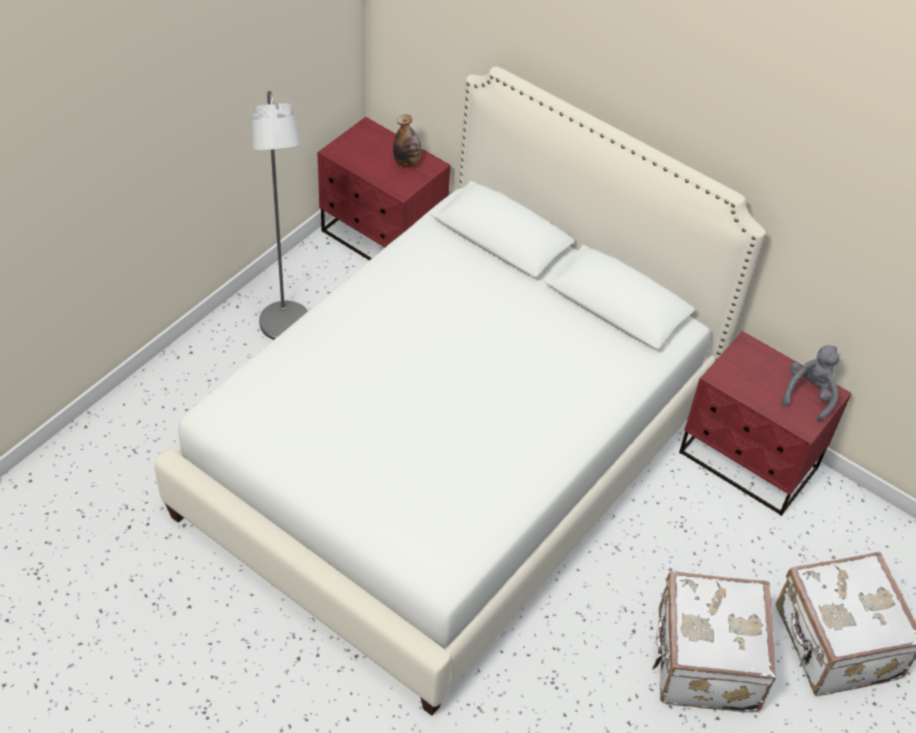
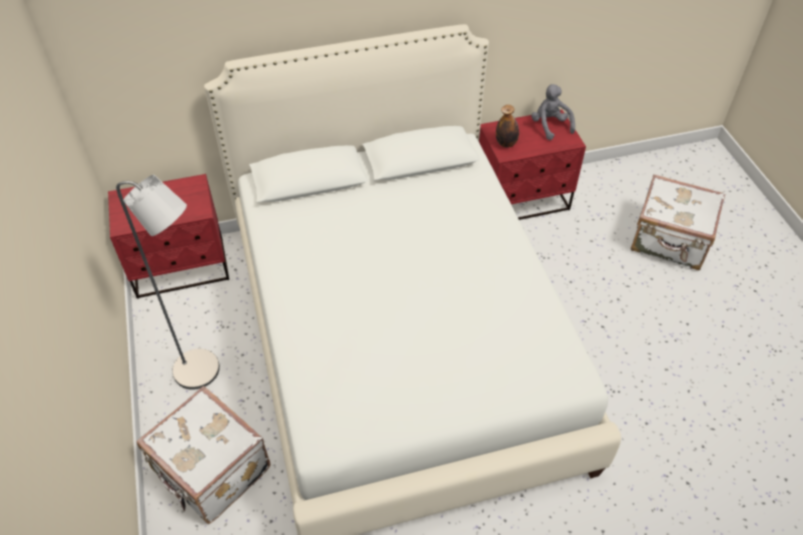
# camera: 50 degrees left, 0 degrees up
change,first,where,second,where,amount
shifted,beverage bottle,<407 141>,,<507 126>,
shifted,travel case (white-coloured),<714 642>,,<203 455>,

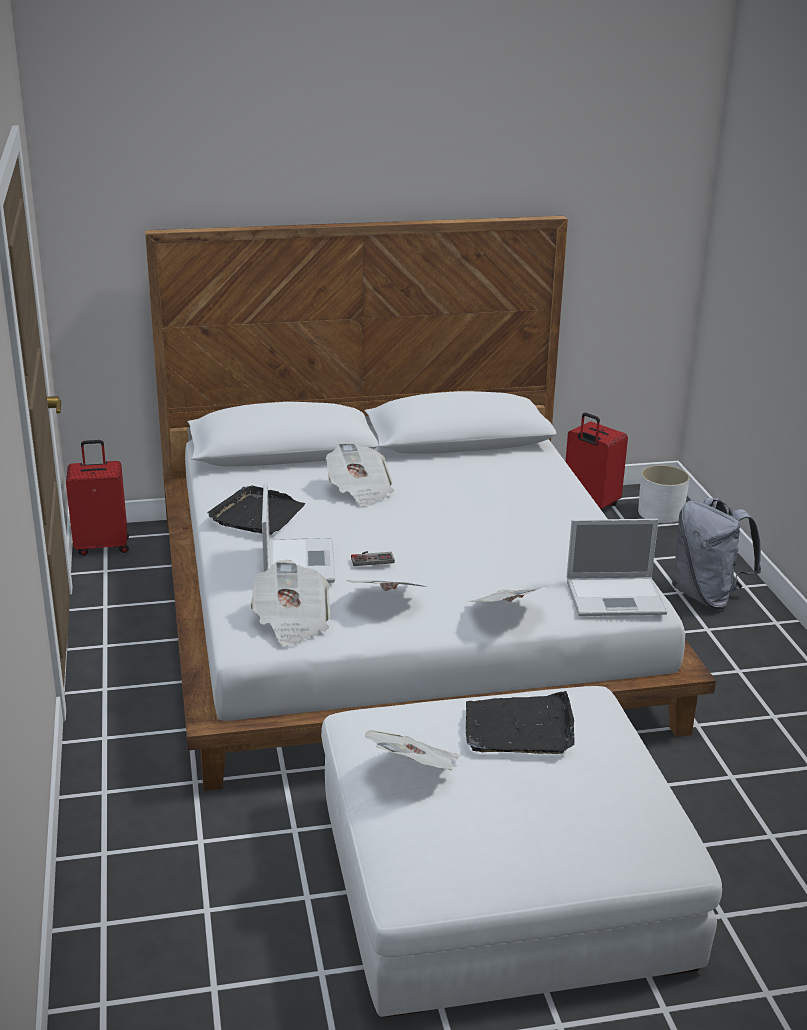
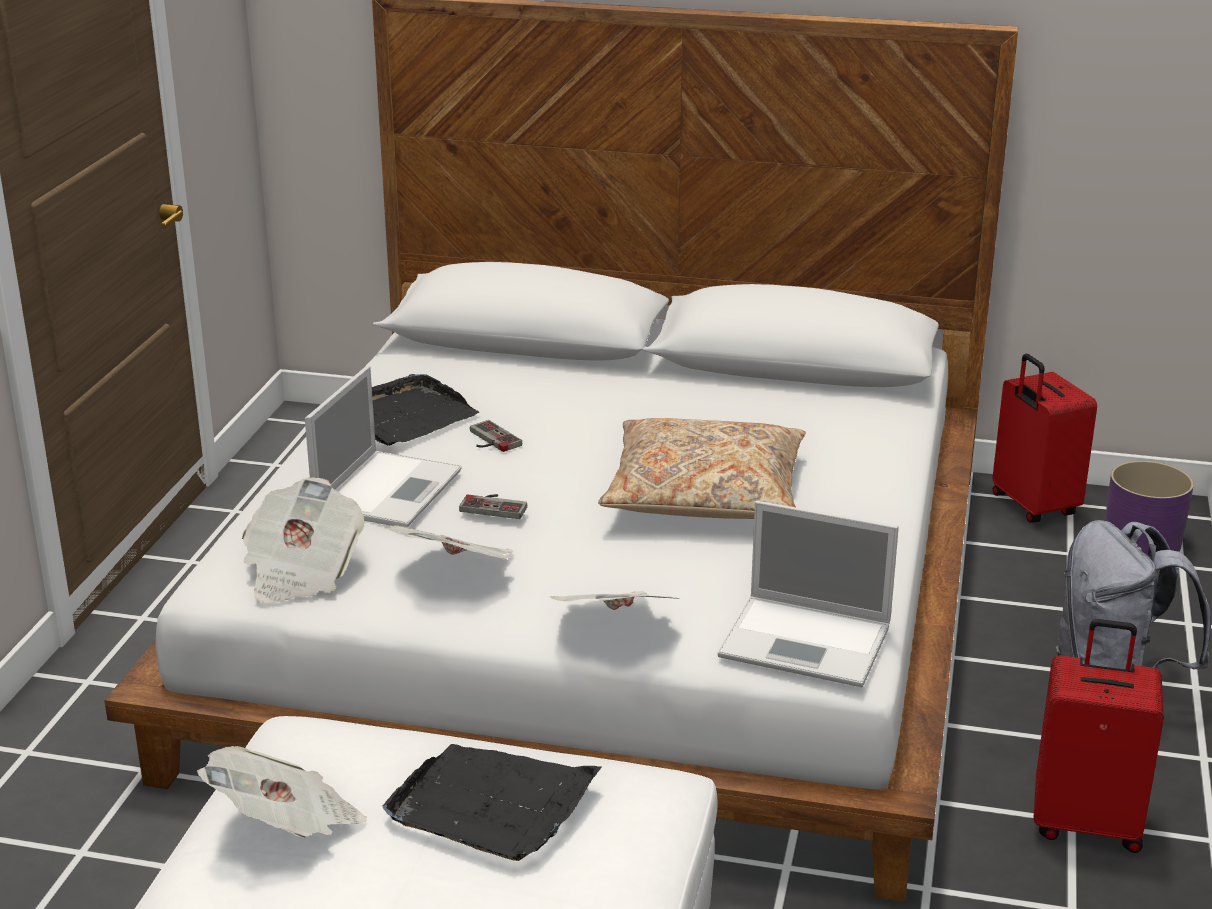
# camera: 25 degrees right, 0 degrees up
change,first,where,second,where,amount
shifted,travel case (red-coloured),<97 498>,,<1098 736>,
gone,newspaper,<360 474>,,,
repainted,plant pot (white-coloured),<664 494>,plant pot (purplish),<1149 507>,
new,,,throw pillow (sand-coloured),<701 468>,
new,,,gamepad,<496 436>,

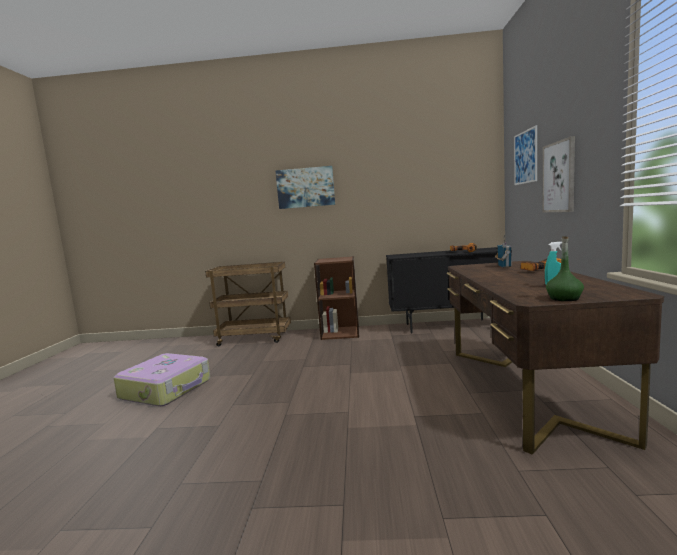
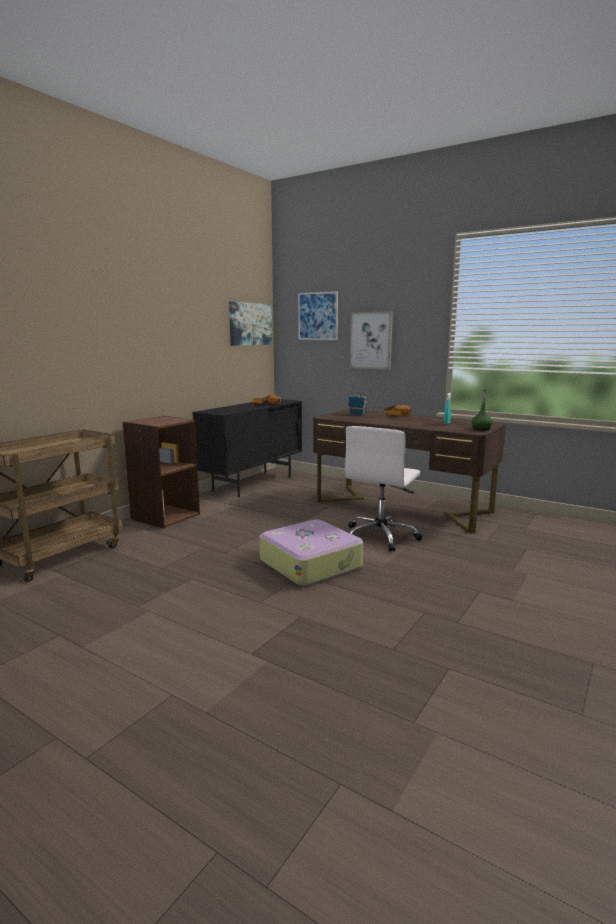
# camera: 60 degrees left, 5 degrees up
change,first,where,second,where,amount
shifted,wall art,<305 187>,,<250 324>,
shifted,travel case,<161 379>,,<311 552>,
new,,,computer chair (white-coloured),<383 488>,

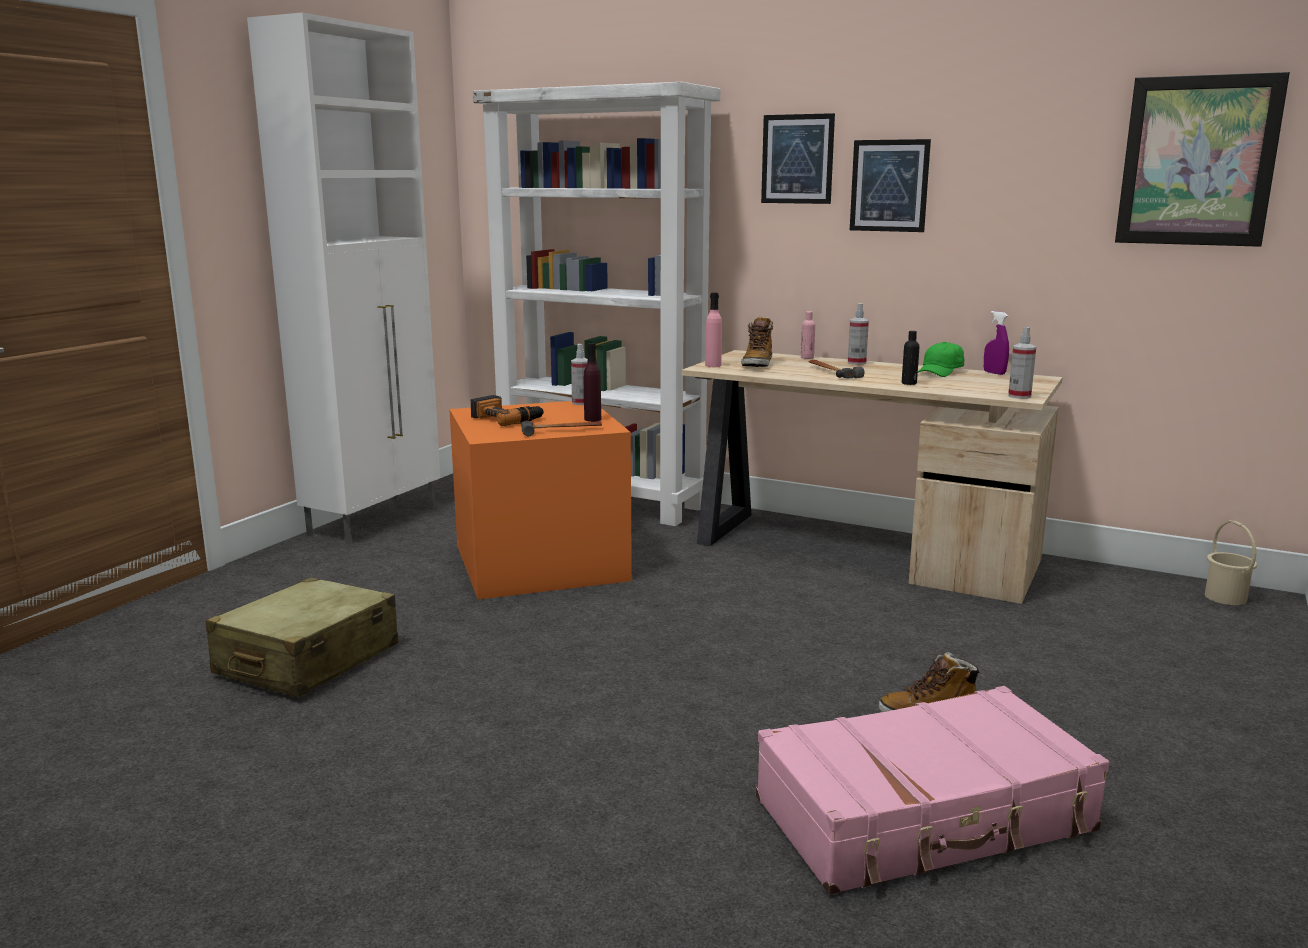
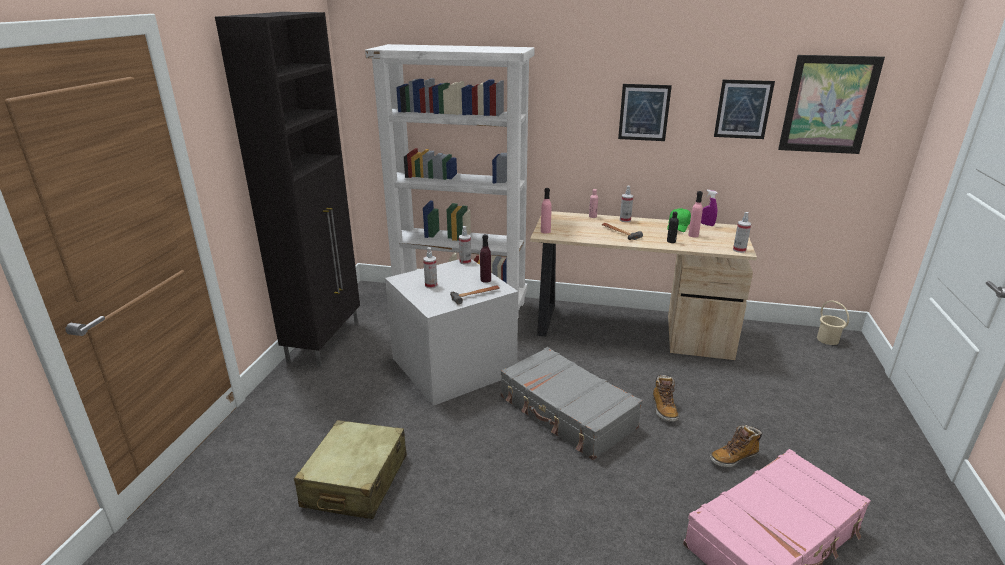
# camera: 15 degrees left, 10 degrees up
change,first,where,second,where,amount
repainted,cabinet (white-coloured),<343 278>,cabinet (blackish),<287 189>,
shifted,wall art,<798 158>,,<744 109>,
shifted,tall boot,<757 341>,,<666 398>,
swapped,drill,<507 410>,spray bottle,<430 268>,
repainted,storage container (orangey),<540 500>,storage container (gray),<451 332>,
new,,,beverage bottle (pink-coloured),<695 214>,
new,,,travel case (gray),<571 403>,

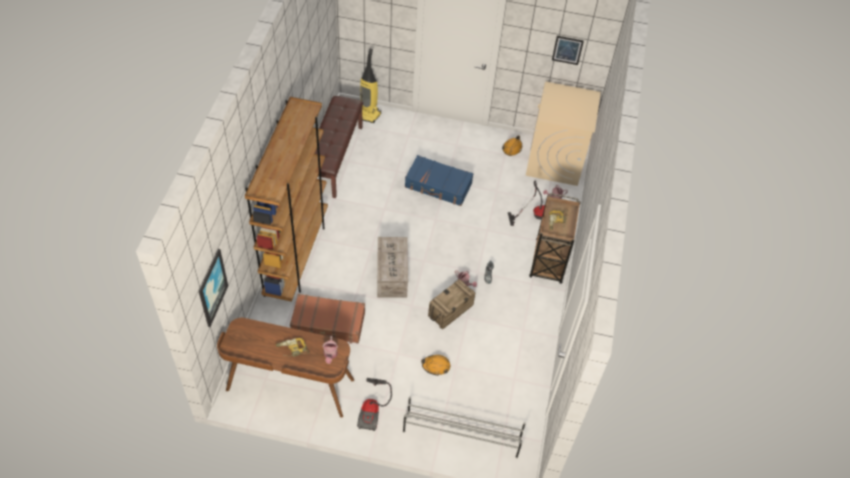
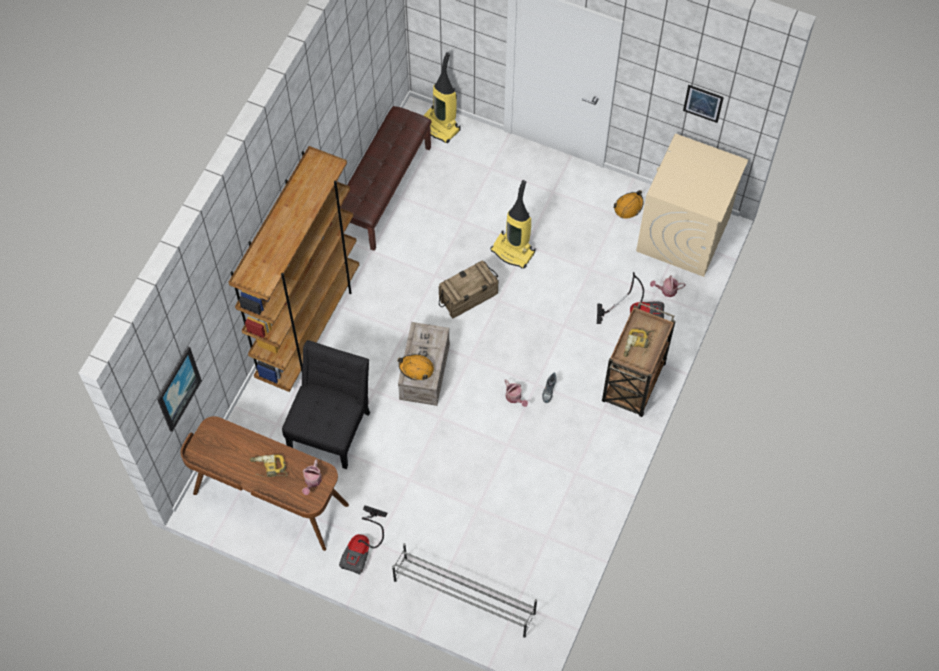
# camera: 15 degrees right, 10 degrees up
change,first,where,second,where,amount
swapped,travel case (blue-coloured),<439 180>,hoover,<513 224>,
shifted,shipping crate,<451 304>,,<468 289>,
swapped,travel case (brown-coloured),<327 319>,upright chair (blackish),<326 404>,
shifted,safety helmet (orangey),<435 365>,,<416 368>,

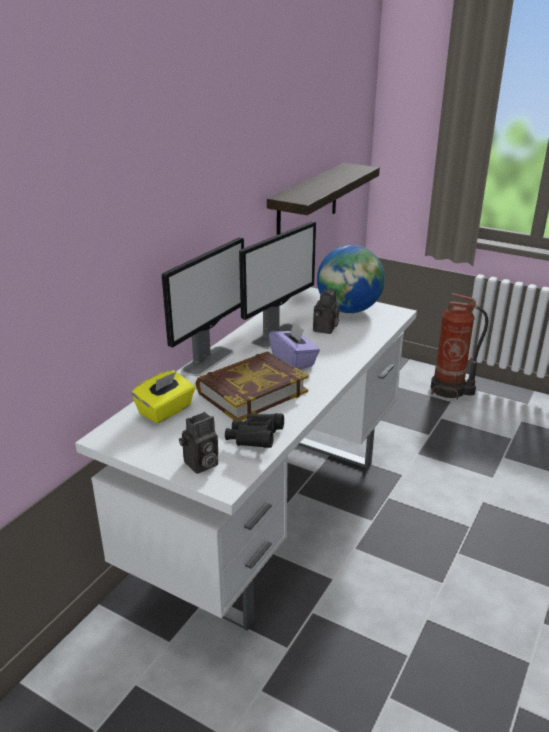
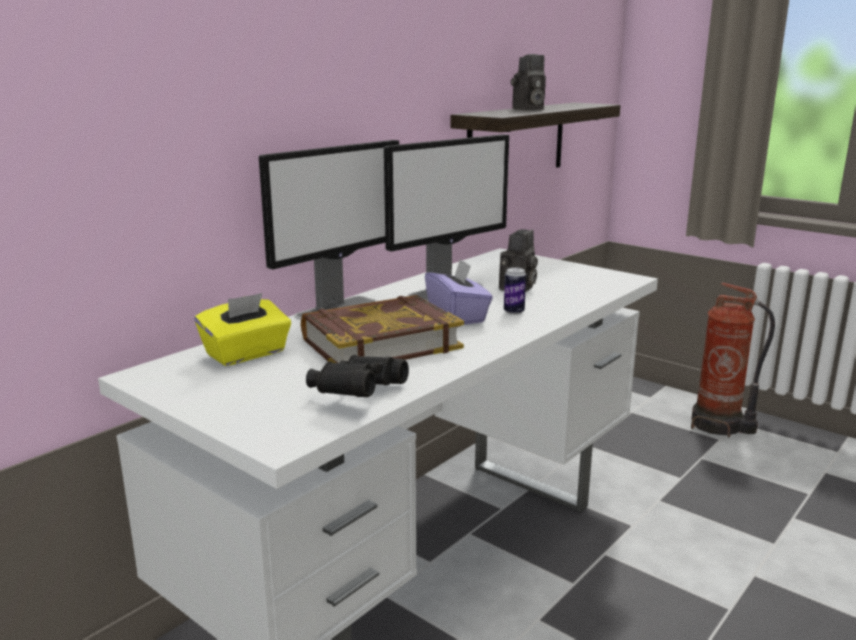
# camera: 10 degrees right, 10 degrees down
change,first,where,second,where,amount
gone,world globe,<351 279>,,,
shifted,photo camera,<198 443>,,<528 82>,
new,,,can,<515 291>,

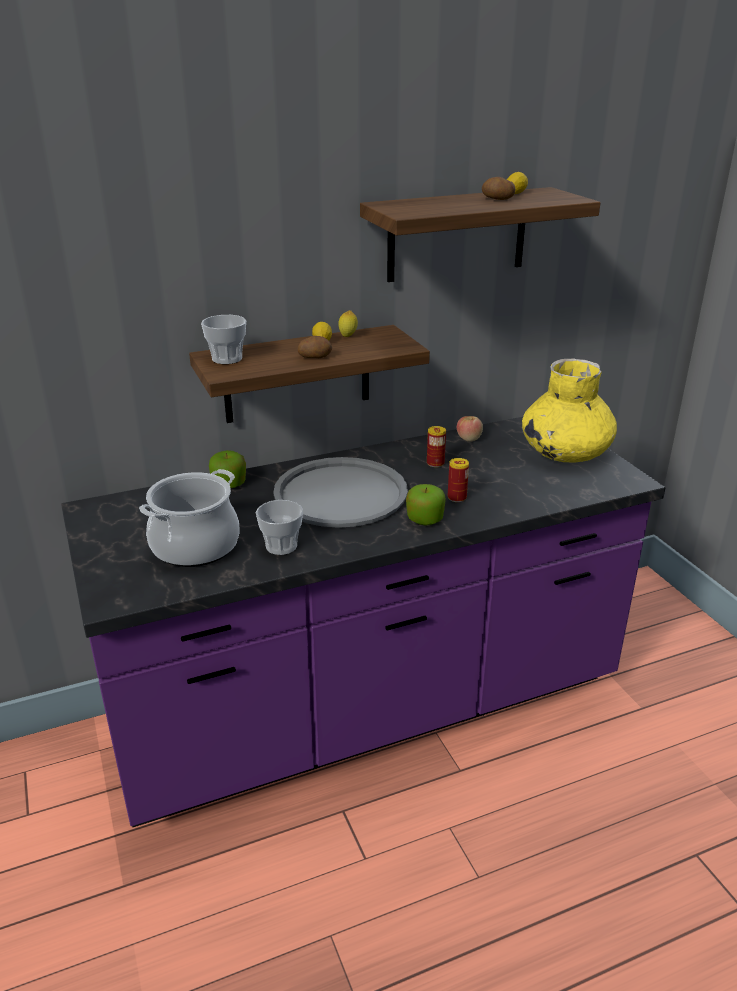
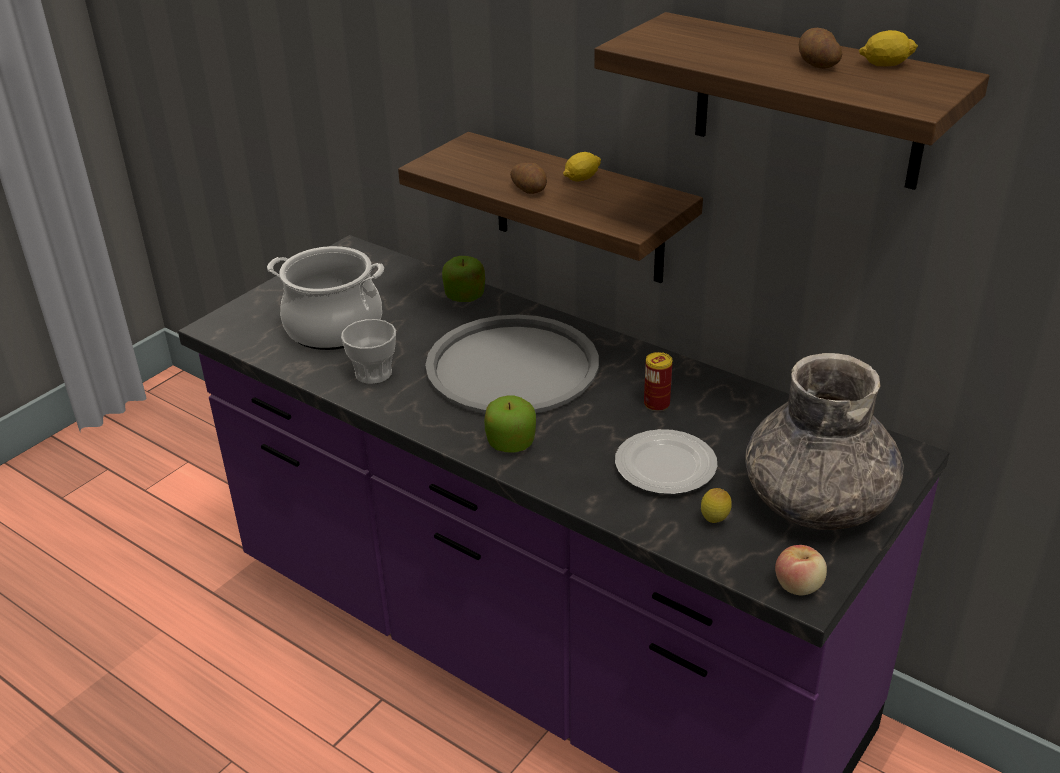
# camera: 60 degrees right, 5 degrees up
change,first,where,second,where,amount
shifted,whole lemon,<348 323>,,<716 505>,
gone,cup,<223 339>,,,
repainted,flower vase (yellow-coloured),<569 410>,flower vase (gray),<824 441>,
shifted,apple,<470 429>,,<801 570>,
gone,can,<458 480>,,,
new,,,plate,<666 461>,

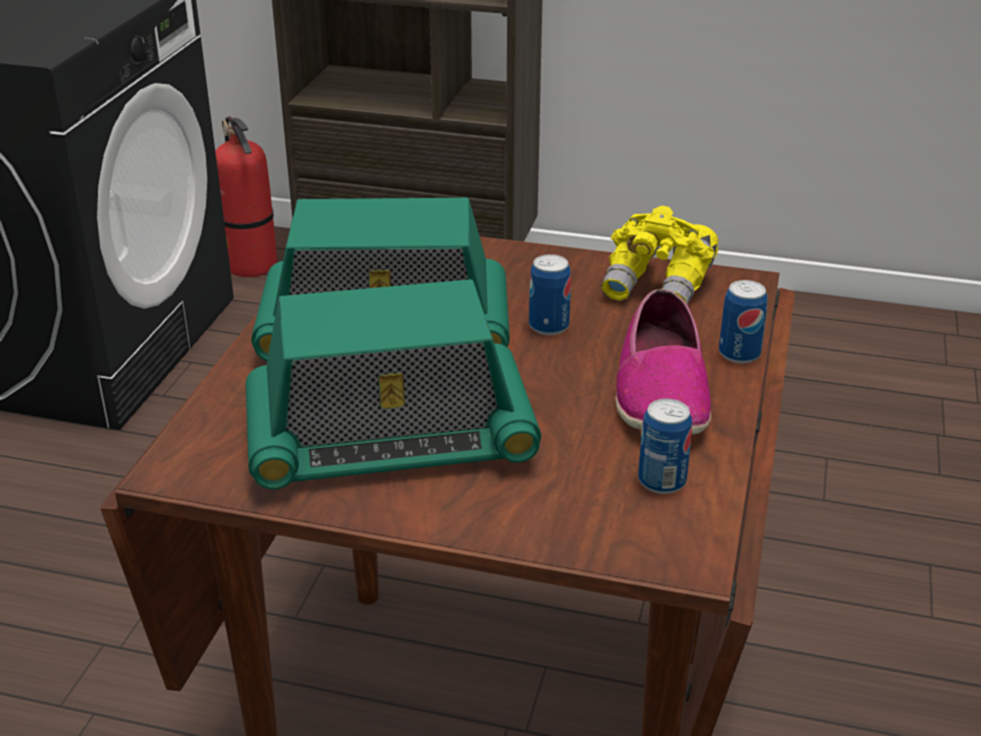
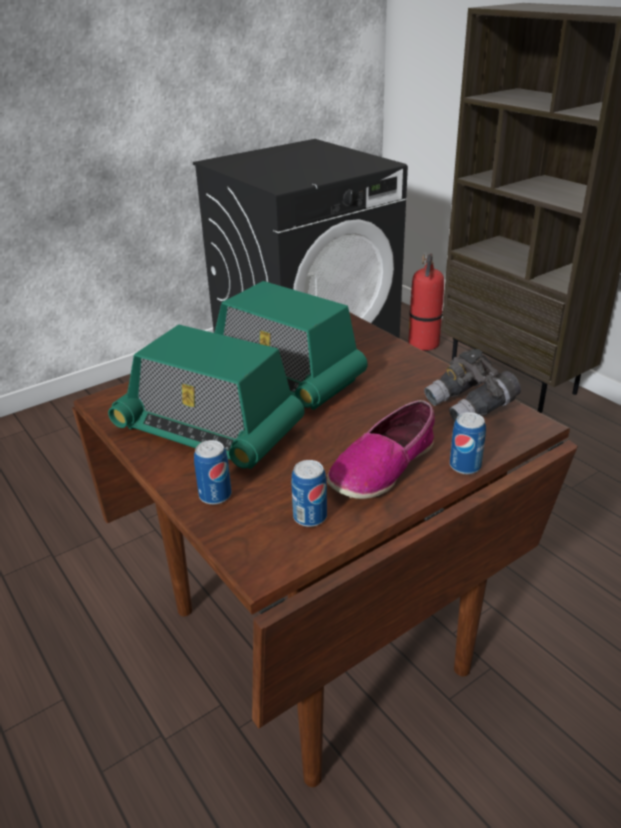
# camera: 40 degrees right, 0 degrees up
change,first,where,second,where,amount
repainted,pair of binoculars (yellow-coloured),<659 255>,pair of binoculars (gray),<472 385>,
shifted,can,<550 294>,,<213 472>,

